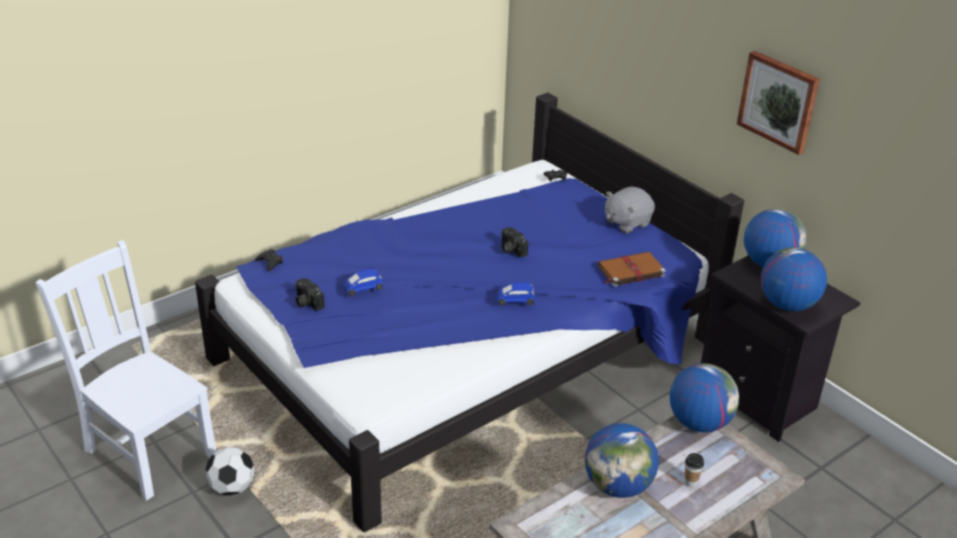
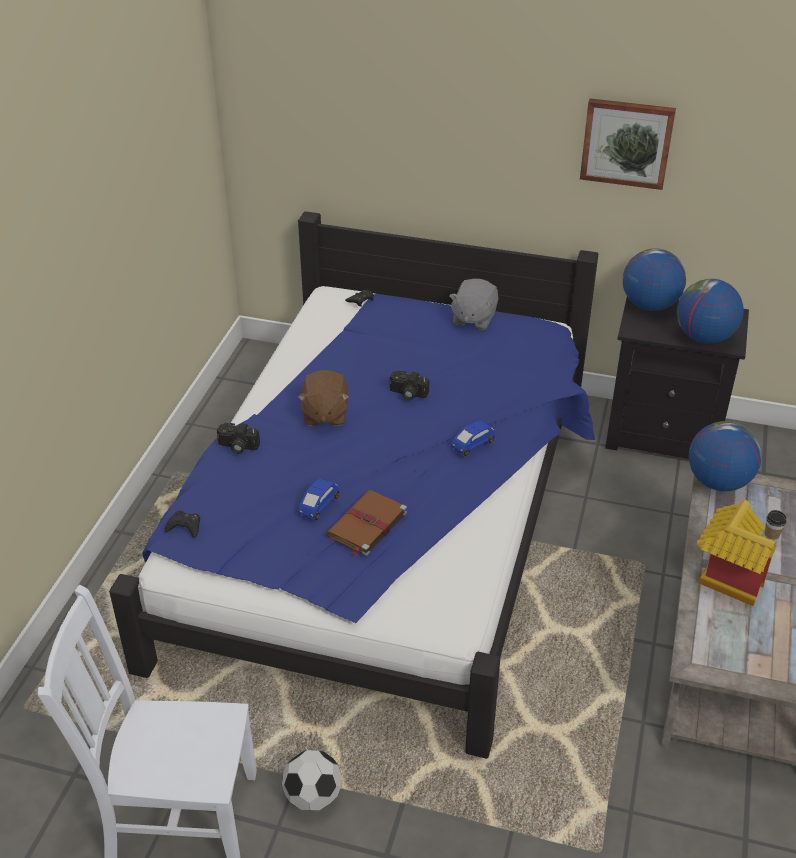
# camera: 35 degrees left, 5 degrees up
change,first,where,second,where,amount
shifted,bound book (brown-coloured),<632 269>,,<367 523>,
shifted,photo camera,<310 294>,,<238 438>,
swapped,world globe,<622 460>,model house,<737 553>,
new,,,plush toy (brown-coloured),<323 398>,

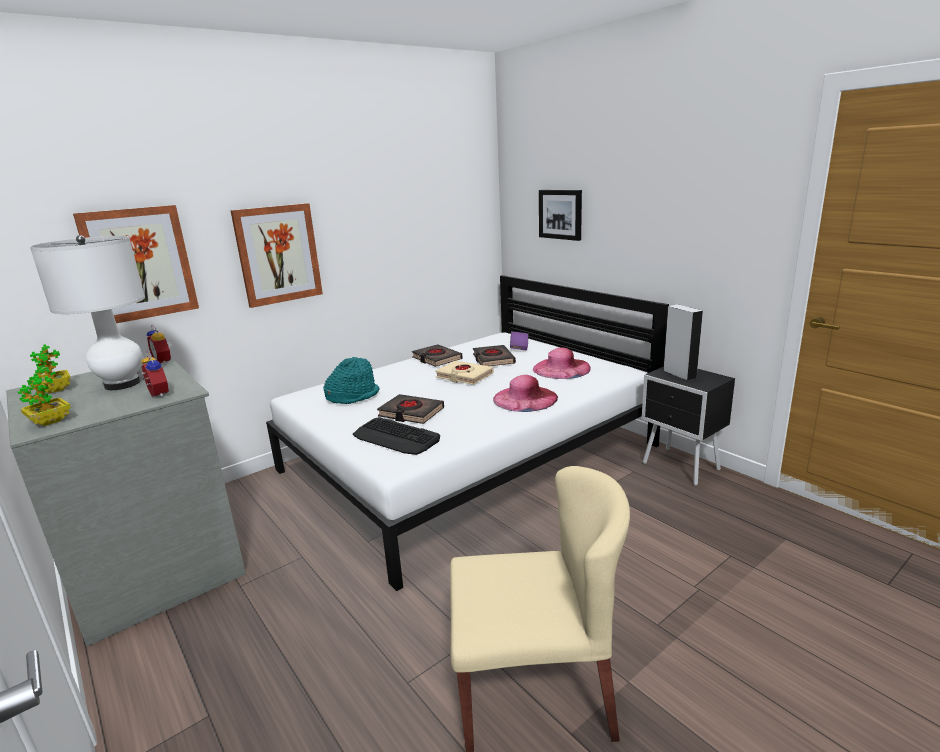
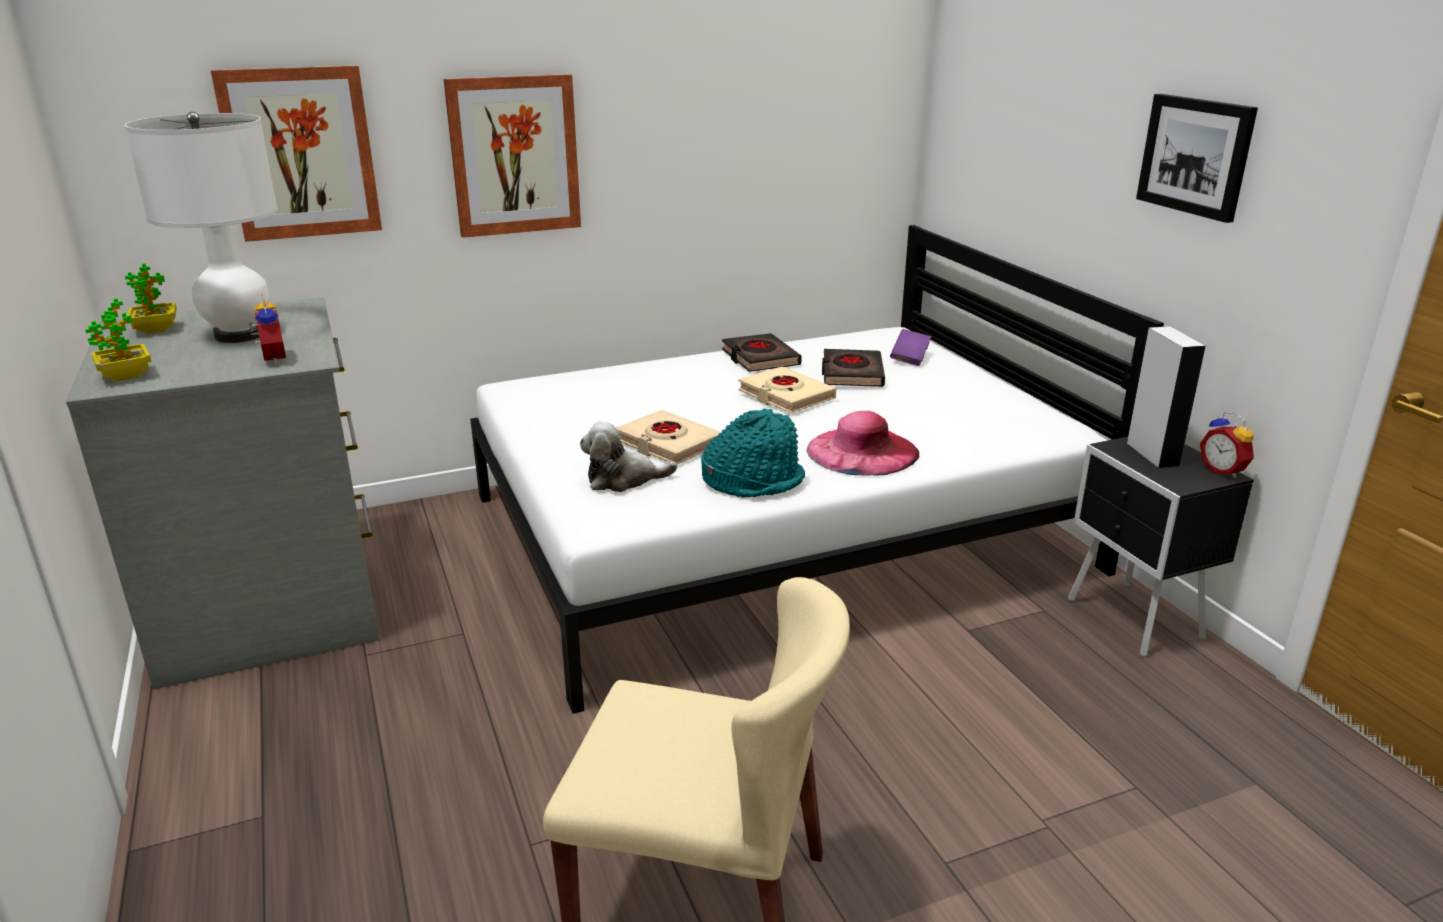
# camera: 15 degrees right, 5 degrees up
change,first,where,second,where,amount
shifted,wall art,<560 215>,,<1197 158>,
shifted,bedside clock,<159 345>,,<1227 445>,
gone,wearable hat (pink-coloured),<562 363>,,,
shifted,wearable hat (blue-green),<351 380>,,<753 453>,
repainted,bound book (blackish),<410 409>,bound book (sand-coloured),<669 437>,
swapped,keyboard,<396 436>,plush toy,<628 456>,

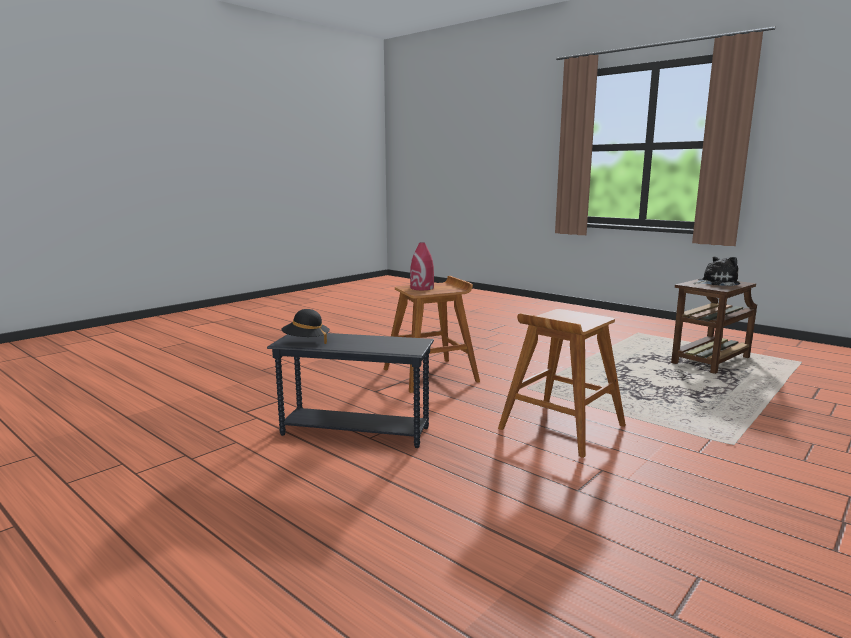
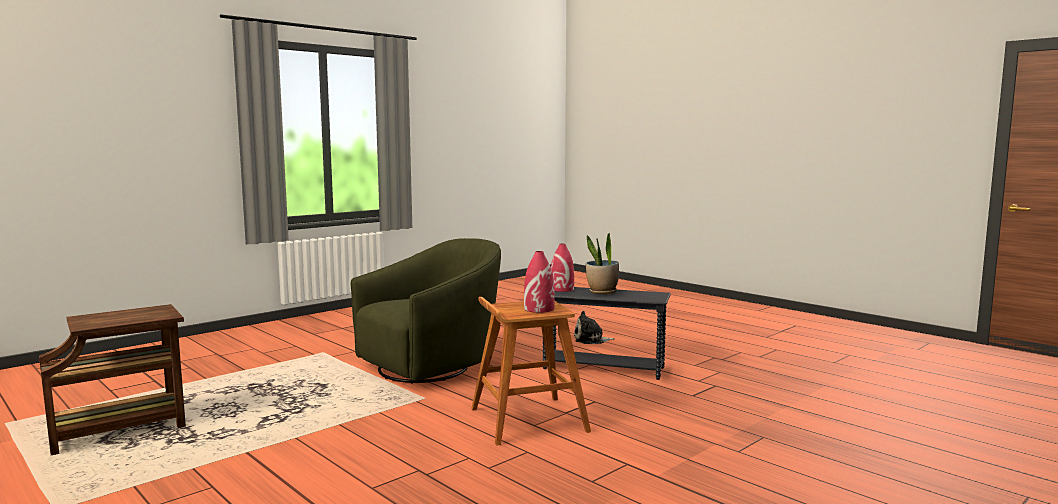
# camera: 175 degrees left, 5 degrees down
change,first,where,second,where,amount
shifted,plush toy,<716 271>,,<594 327>,
gone,wearable hat (blackish),<305 326>,,,
swapped,stool (brown-coloured),<562 383>,lounge chair (greenish),<426 311>,
new,,,potted plant,<602 263>,
new,,,flower vase (red-coloured),<562 268>,

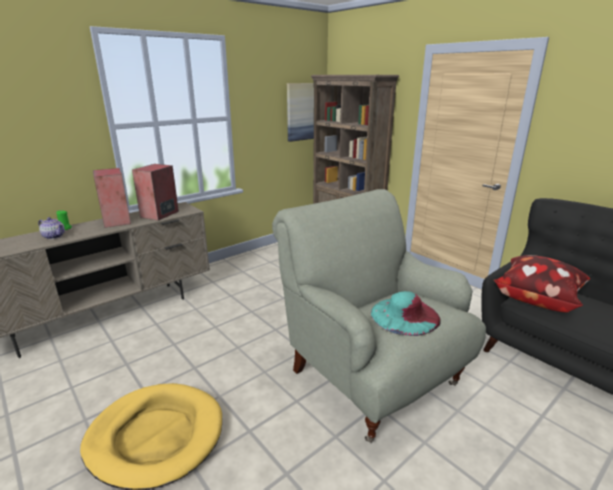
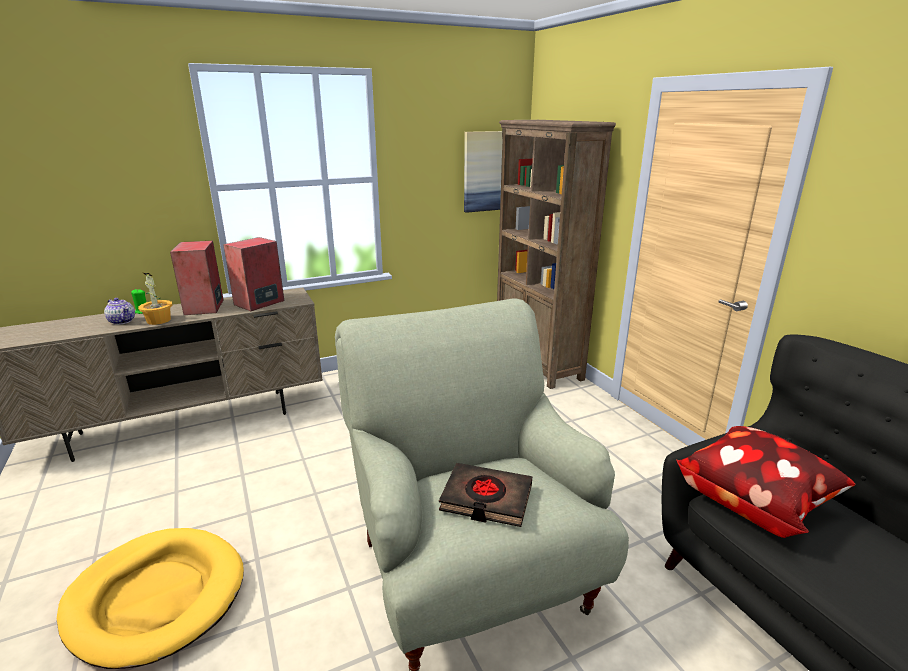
# camera: 15 degrees right, 0 degrees up
change,first,where,second,where,amount
swapped,wearable hat (blue-green),<406 313>,bound book (blackish),<485 495>,
new,,,potted plant,<155 299>,

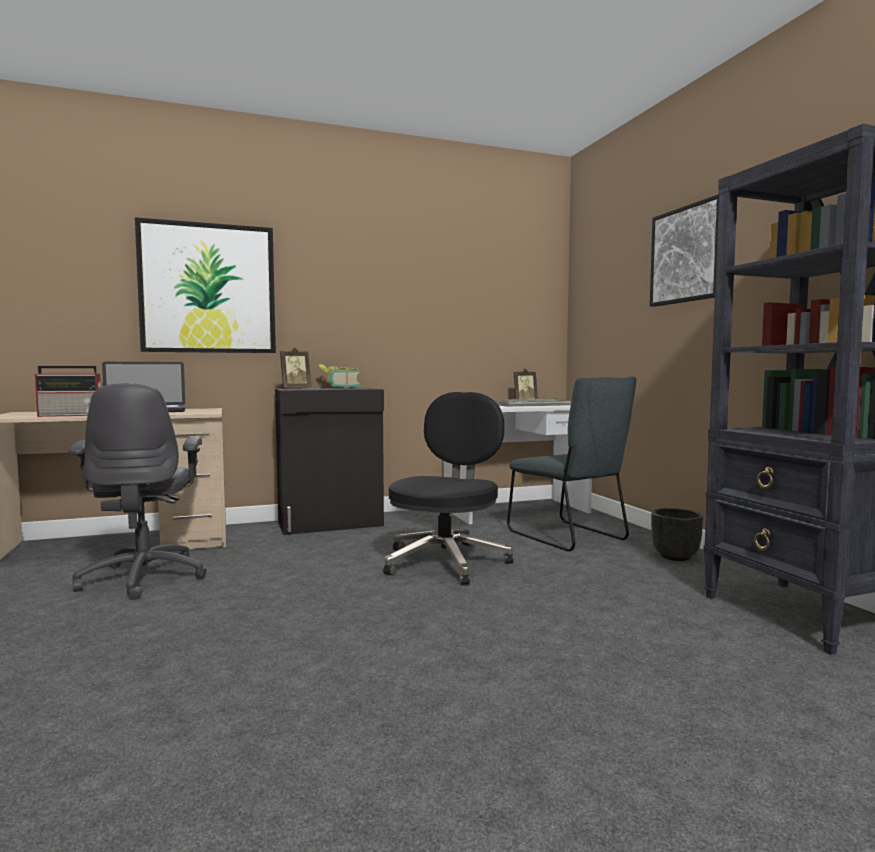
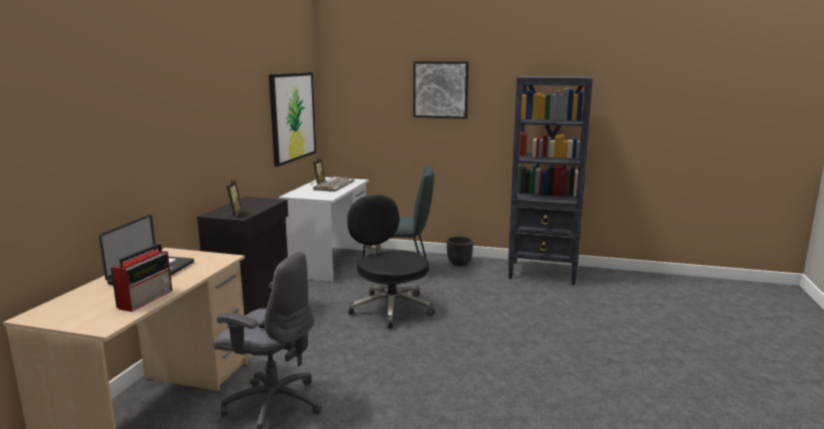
# camera: 55 degrees left, 10 degrees up
change,first,where,second,where,amount
shifted,wall art,<205 285>,,<292 119>,
gone,bound book,<339 376>,,,

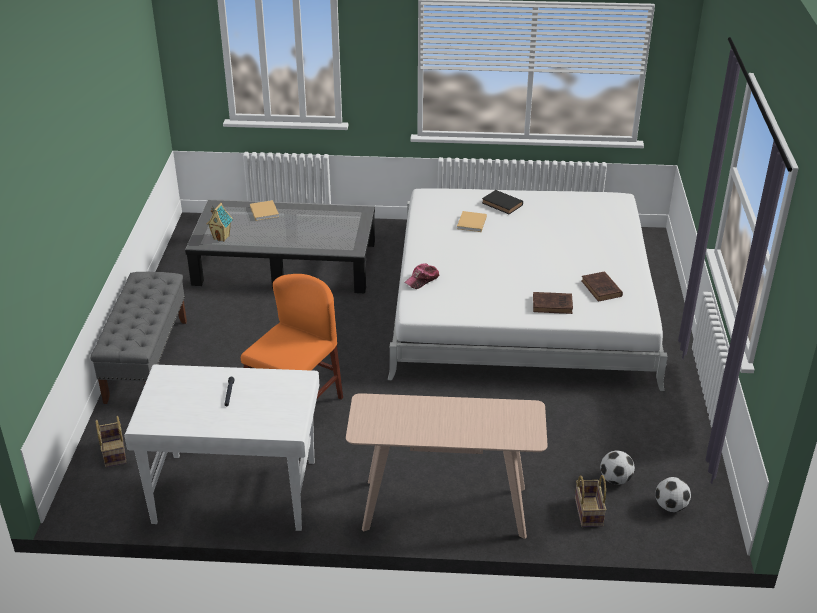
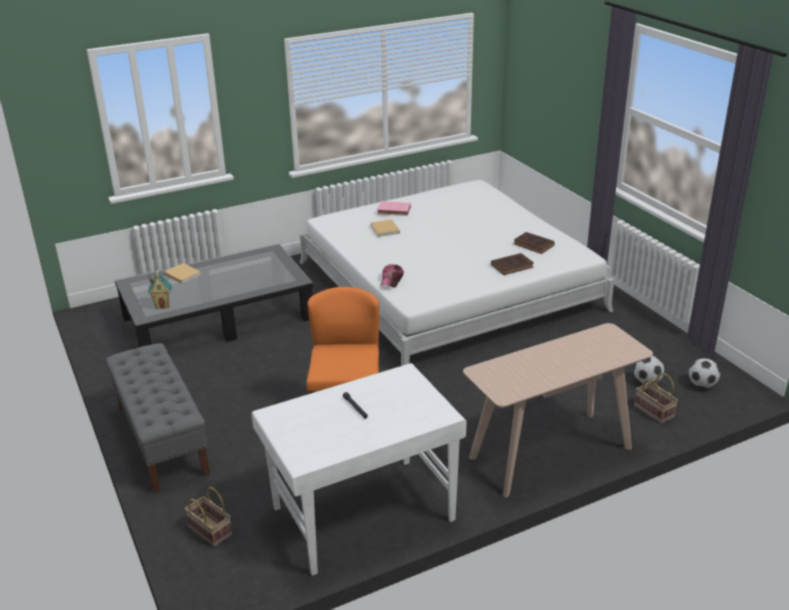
# camera: 30 degrees left, 5 degrees down
change,first,where,second,where,amount
repainted,bound book (blackish),<502 202>,bound book (pink-coloured),<394 208>,

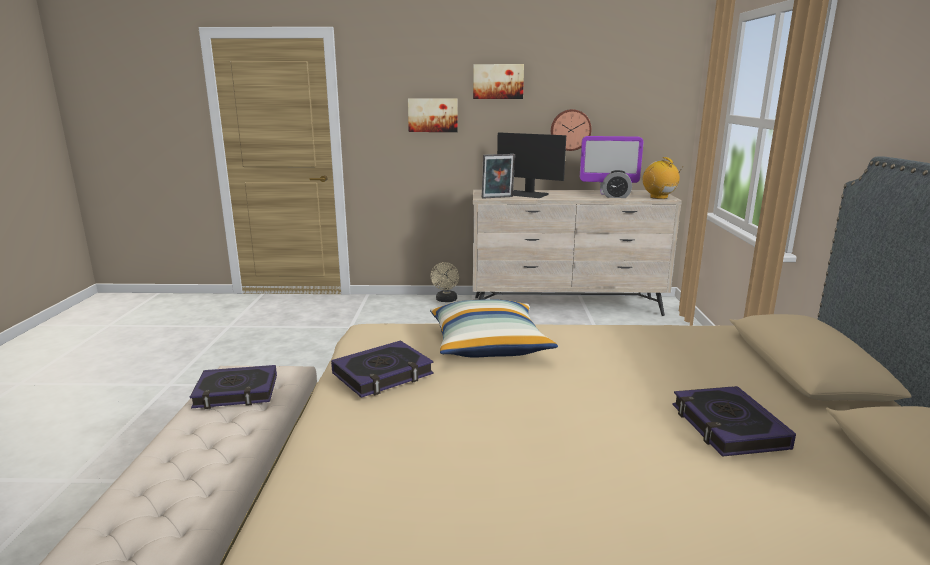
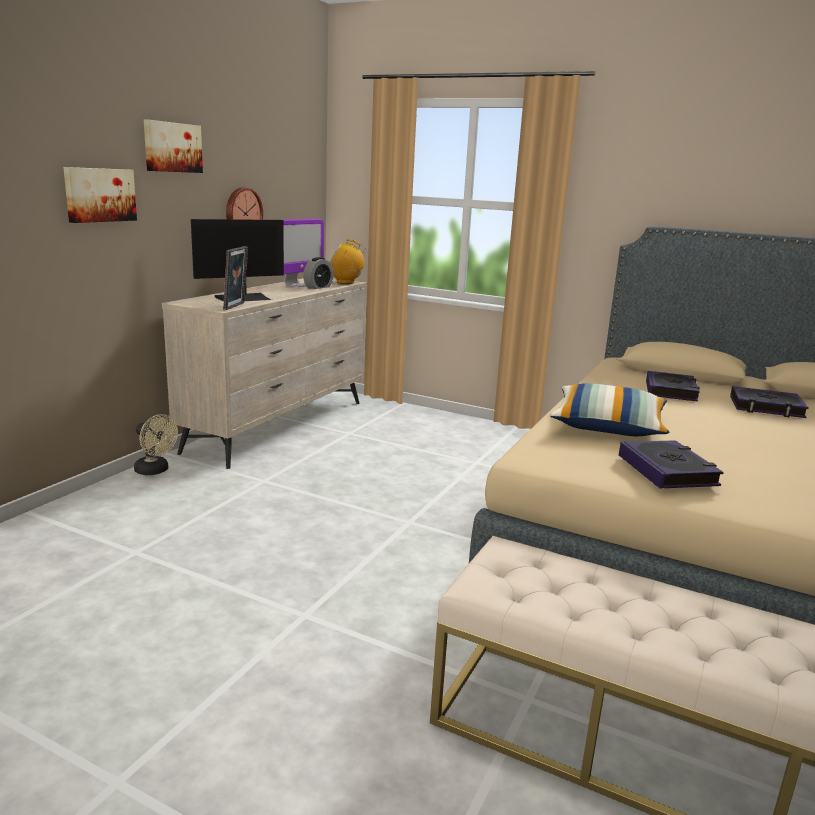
# camera: 65 degrees left, 0 degrees up
change,first,where,second,where,amount
shifted,bound book,<233 387>,,<673 386>,

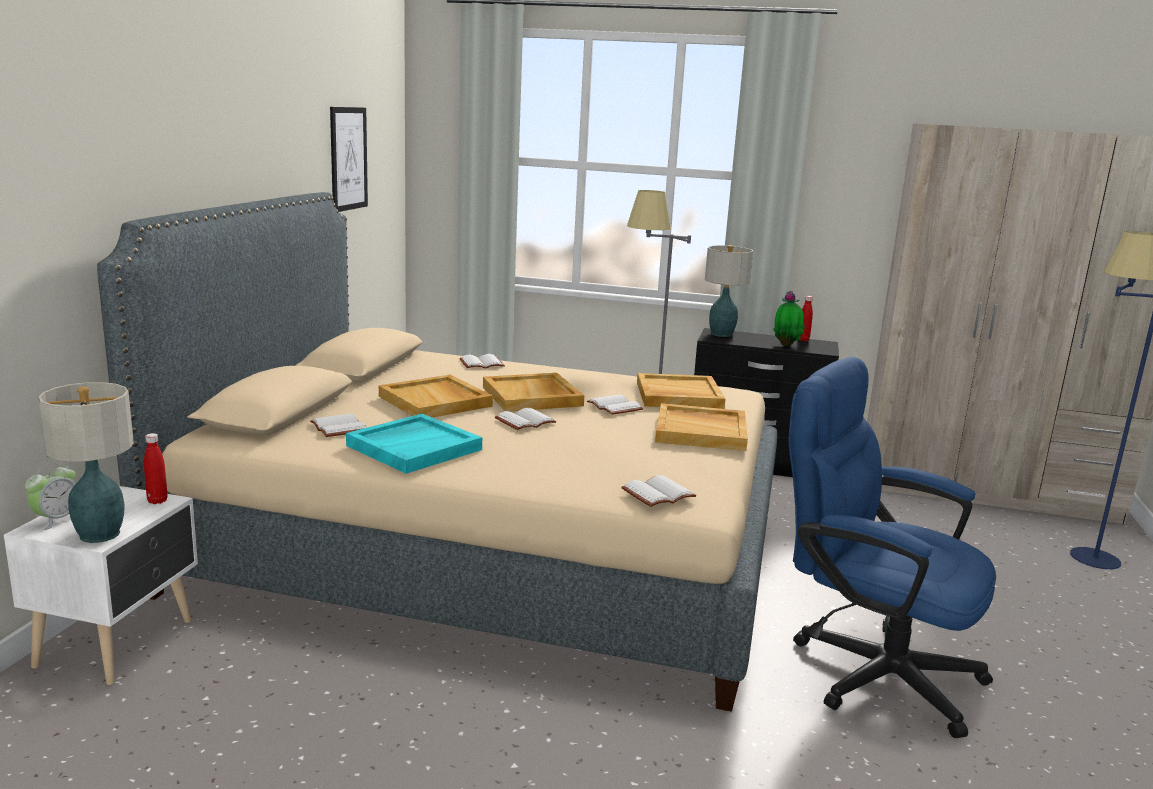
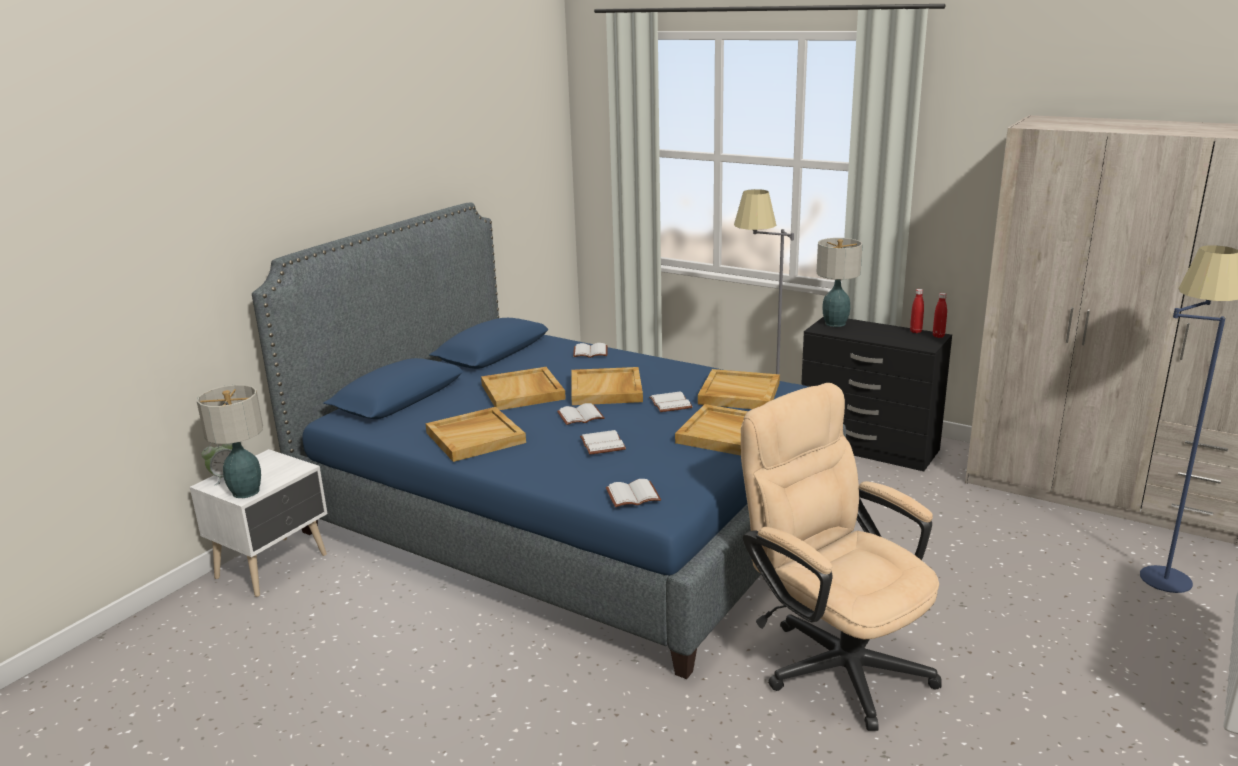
# camera: 20 degrees right, 5 degrees up
change,first,where,second,where,amount
gone,wall art,<349 159>,,,
repainted,sleeping bed (sand-coloured),<437 452>,sleeping bed (blue-coloured),<549 440>,
gone,potted plant,<789 319>,,,
repainted,computer chair (blue-coloured),<892 547>,computer chair (sand-coloured),<841 557>,
shifted,bound book (white-coloured),<338 425>,,<603 442>,
repainted,carrying tray (blue-green),<414 444>,carrying tray (sand-coloured),<475 434>,
shifted,beverage bottle (red-coloured),<156 468>,,<940 315>,

